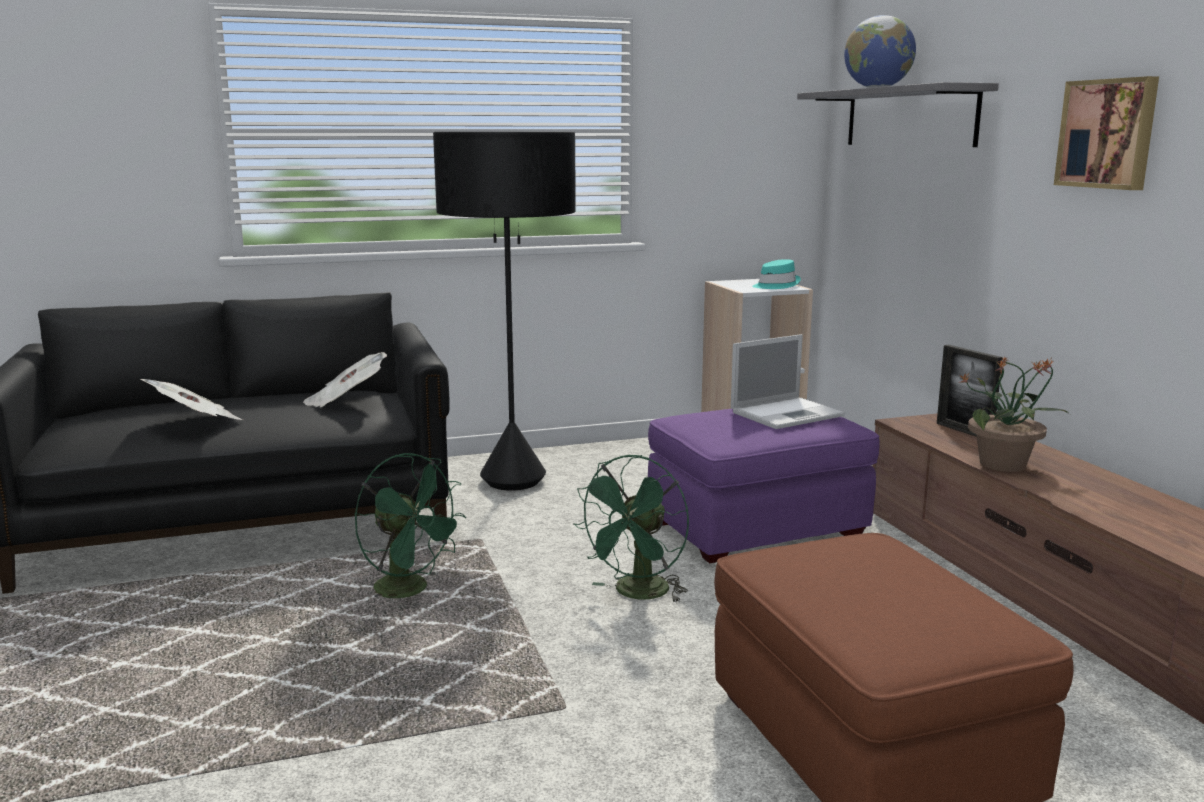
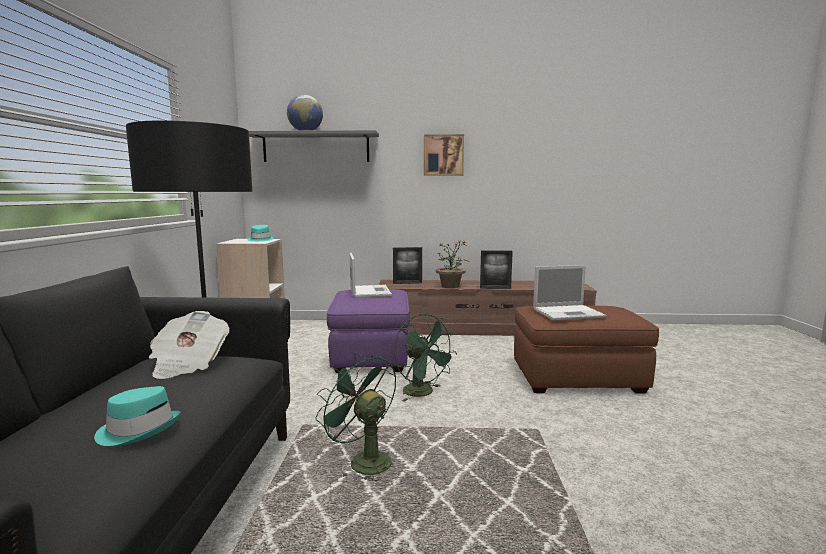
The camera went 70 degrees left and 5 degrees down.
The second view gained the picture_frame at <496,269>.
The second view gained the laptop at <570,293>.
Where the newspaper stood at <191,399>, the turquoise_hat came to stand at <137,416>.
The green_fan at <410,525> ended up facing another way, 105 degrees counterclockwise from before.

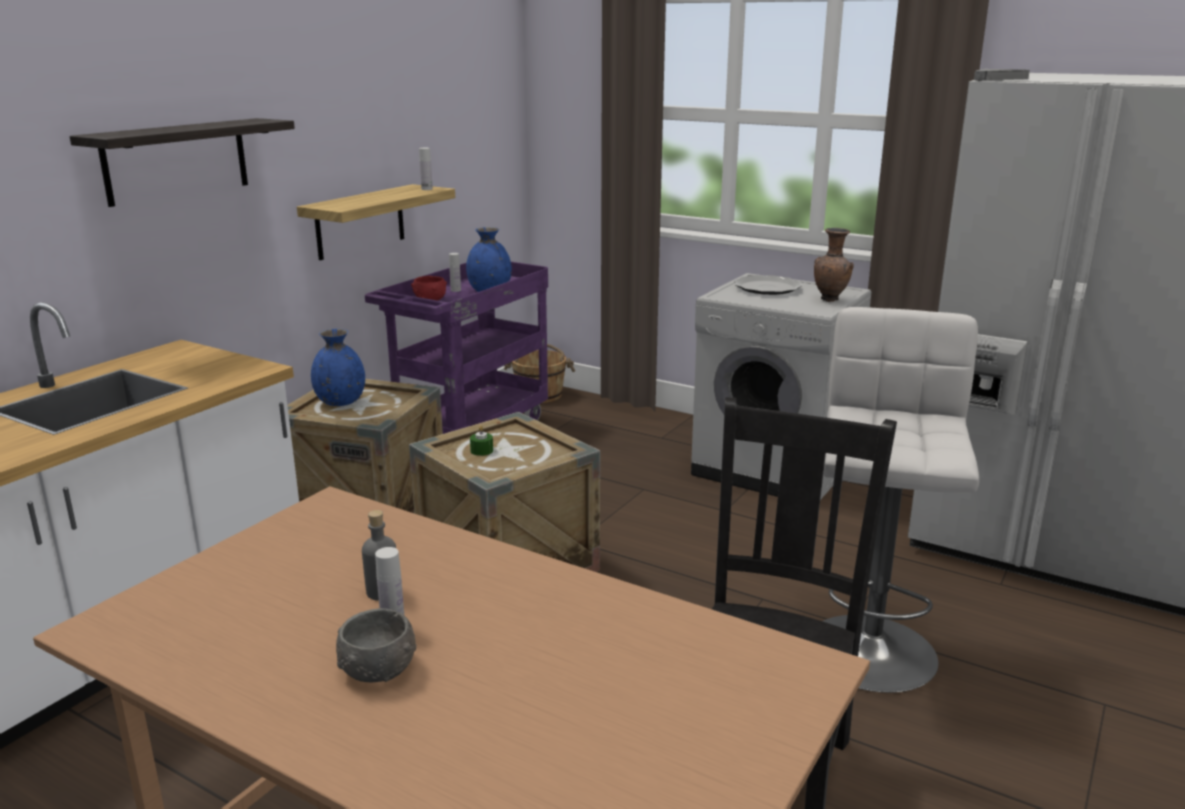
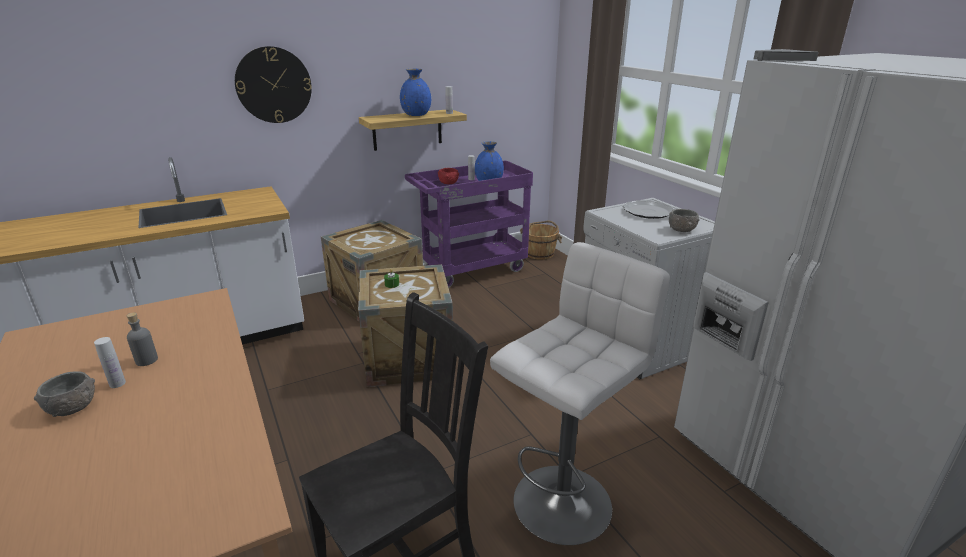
The camera went 30 degrees right and 5 degrees up.
The blue_vase ended up elsewhere, having gone from <338,367> to <415,92>.
Where the shelf hung at <182,162>, the wall_clock came to hang at <273,84>.
Where the brown_vase stood at <834,265>, the grey_bowl came to stand at <684,220>.

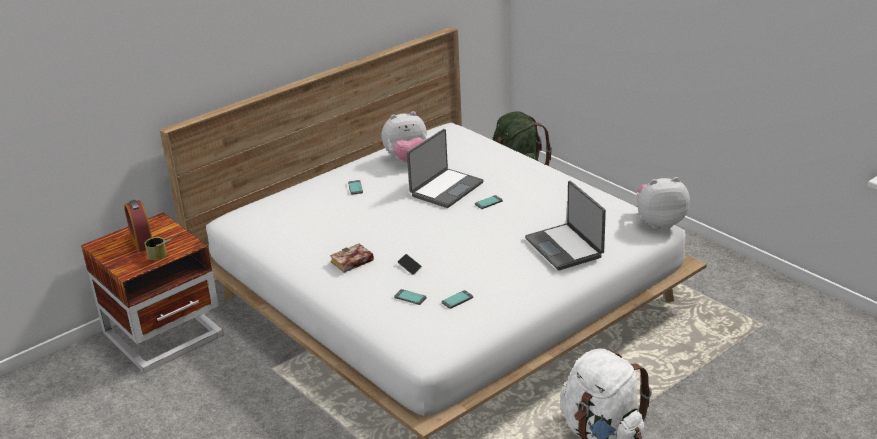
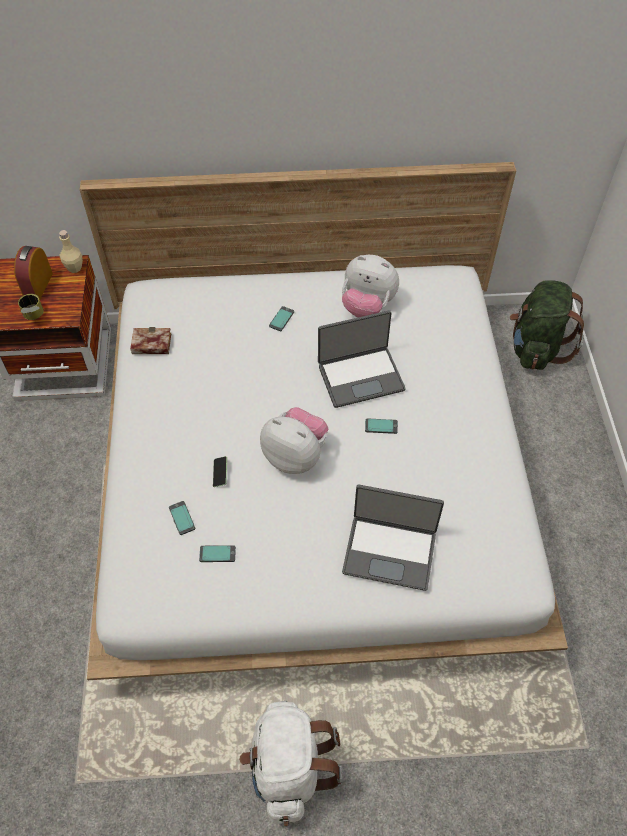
The camera went 35 degrees right and 25 degrees up.
The second view gained the beige_bottle at <71,251>.
The book ended up elsewhere, having gone from <352,258> to <150,340>.
The plush_toy ended up elsewhere, having gone from <663,203> to <294,440>.
The laptop at <565,225> ended up facing another way, 90 degrees counterclockwise from before.

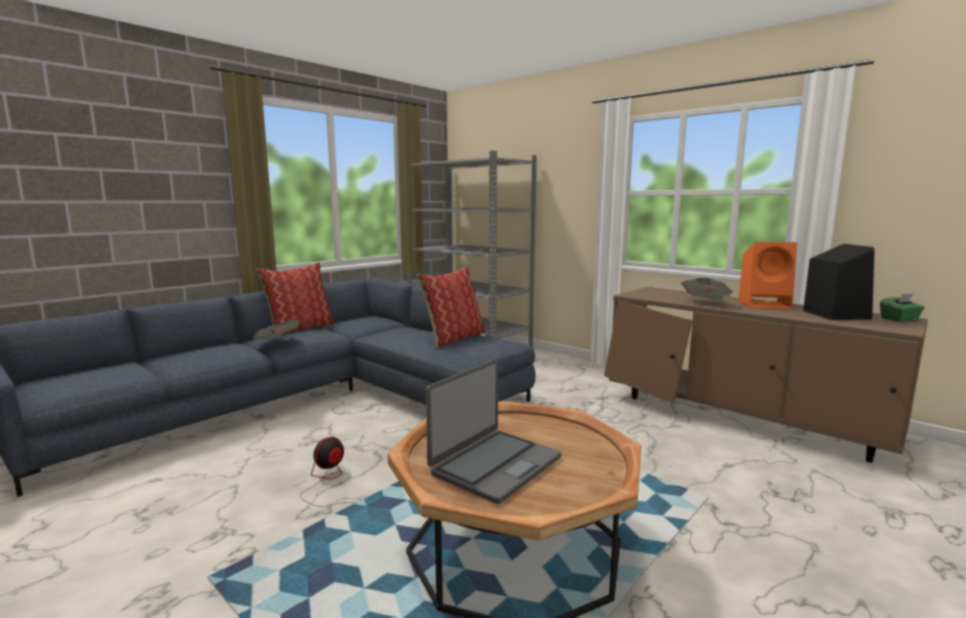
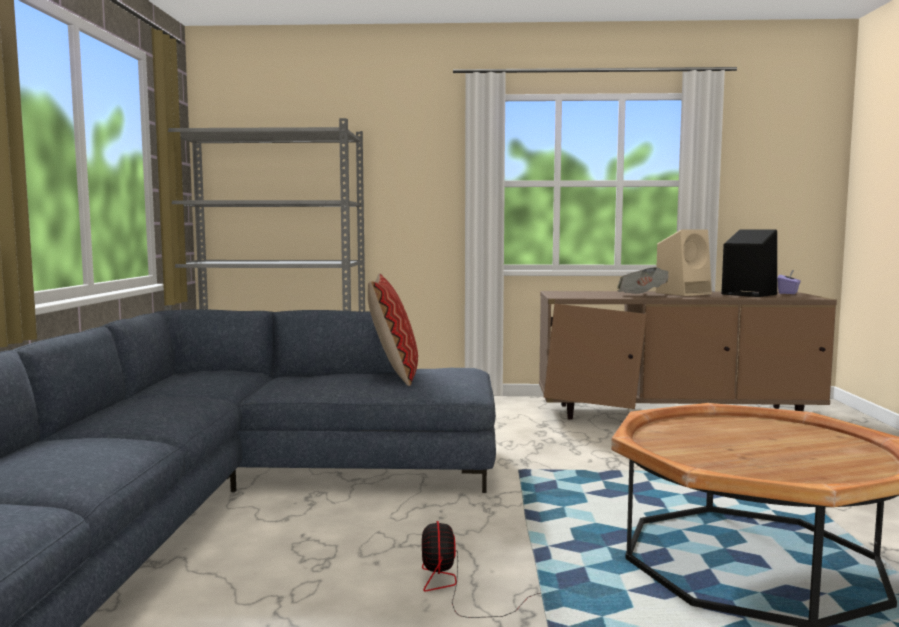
The camera went 40 degrees left and 5 degrees down.
The second view lost the newspaper at <276,330>.
The second view lost the pillow at <295,298>.
The second view lost the laptop at <493,431>.
What was the orange_speaker at <767,275> turned into the beige_speaker at <684,262>.
What was the green_tissue_box at <902,307> turned into the purple_tissue_box at <789,281>.

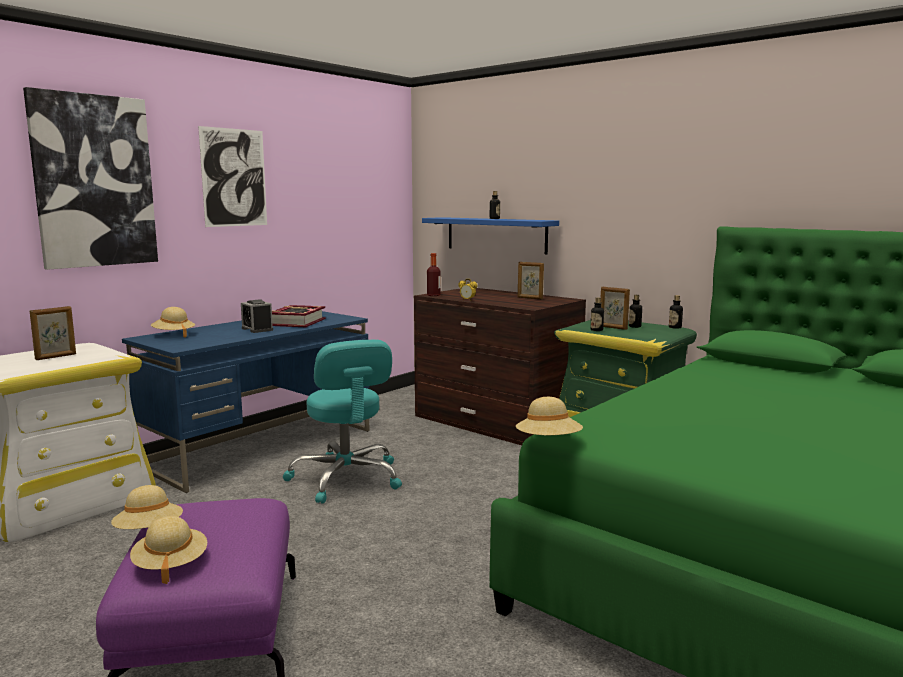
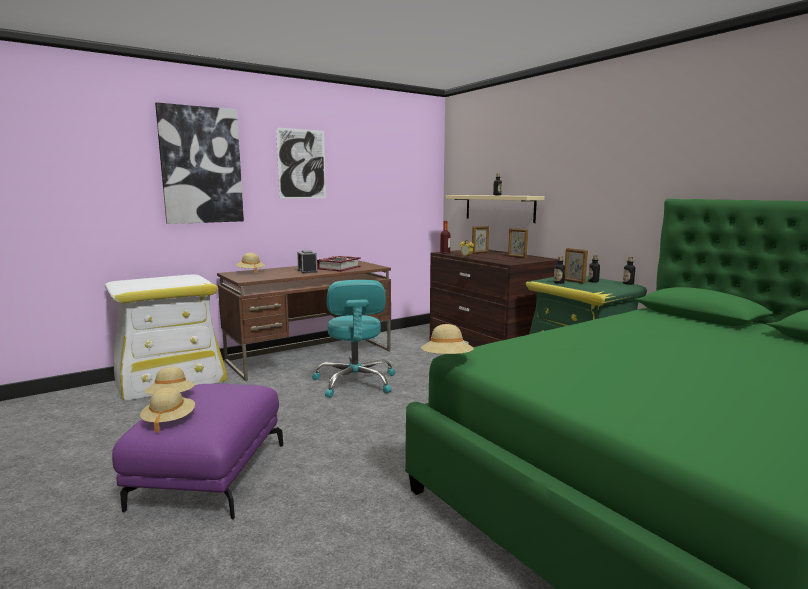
The camera went 15 degrees right and 0 degrees up.
The picture_frame ended up elsewhere, having gone from <53,333> to <480,240>.
What was the blue_desk at <246,402> turned into the brown_desk at <304,321>.
What was the blue_shelf at <490,235> turned into the beige_shelf at <495,209>.

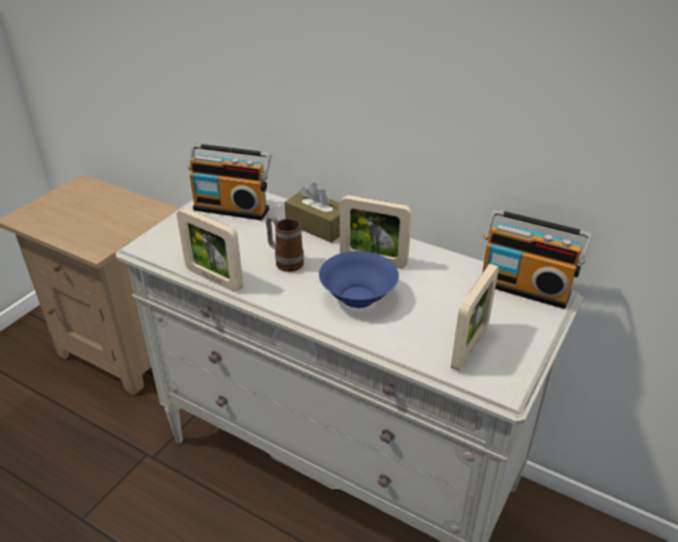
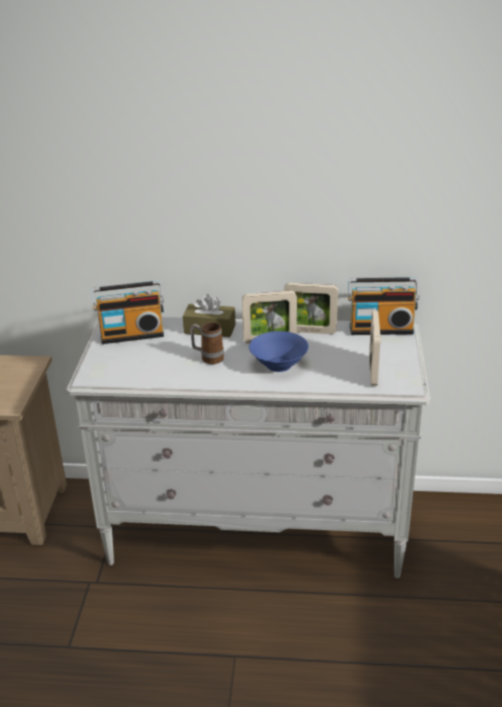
The camera went 25 degrees left and 5 degrees down.
The picture_frame ended up elsewhere, having gone from <210,250> to <311,308>.

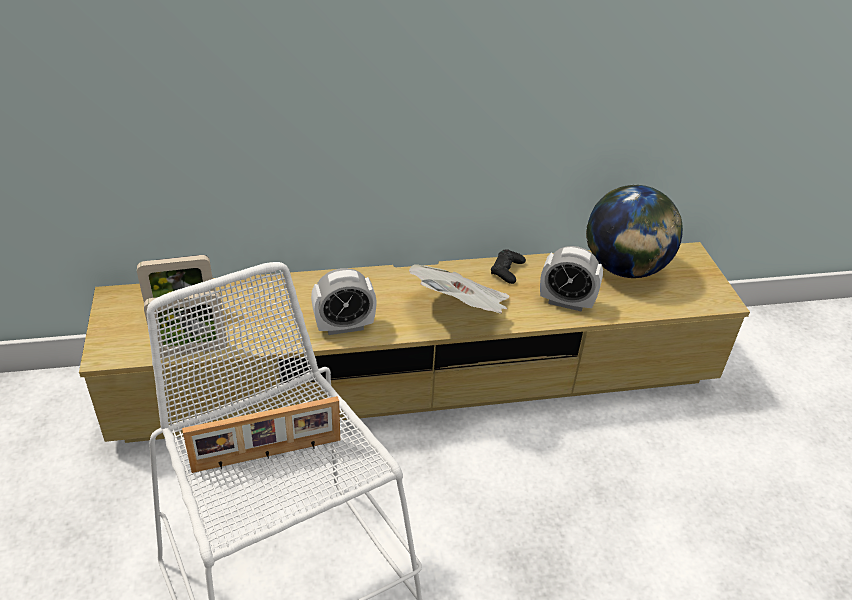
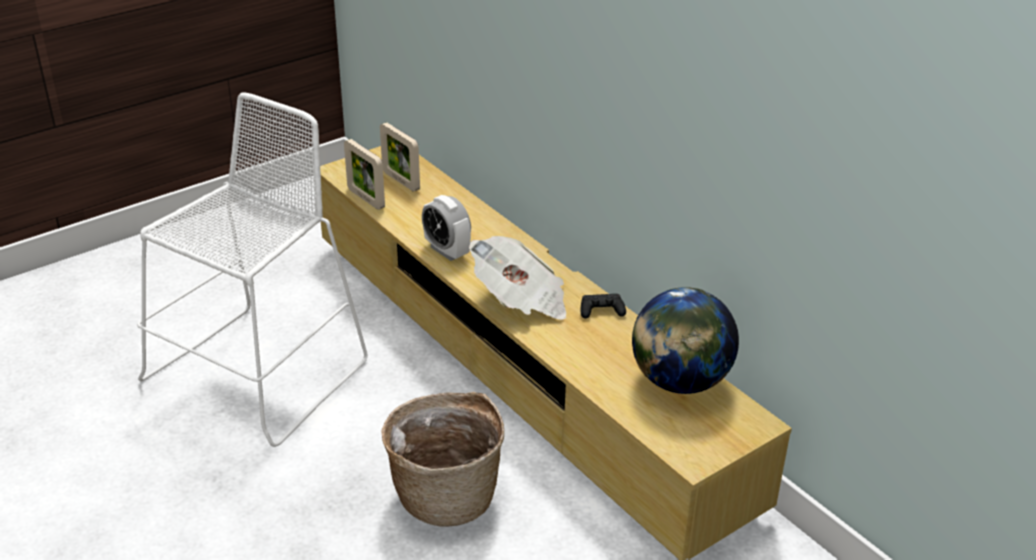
The camera went 65 degrees right and 5 degrees down.
The second view lost the picture_frame at <261,434>.
The second view lost the alarm_clock at <571,279>.
The second view gained the basket at <442,459>.

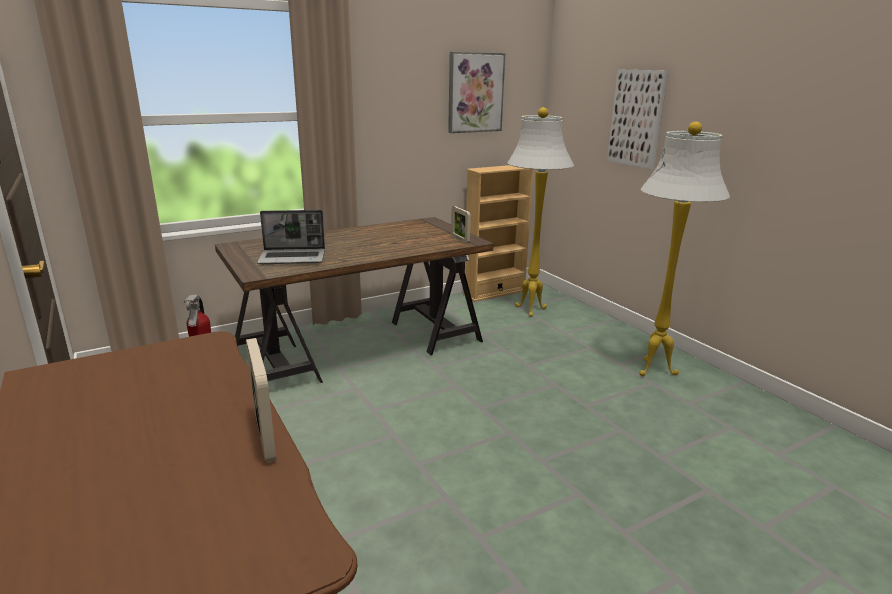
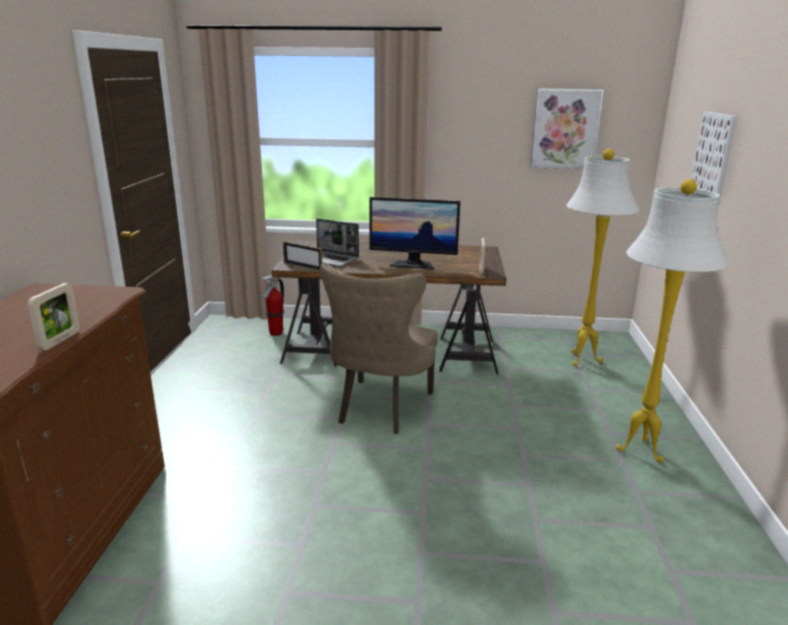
The camera went 35 degrees right and 0 degrees up.
The second view lost the beige_bookcase at <498,233>.
The second view gained the picture_frame at <302,256>.
The second view gained the beige_chair at <378,348>.
The second view gained the monitor at <414,233>.

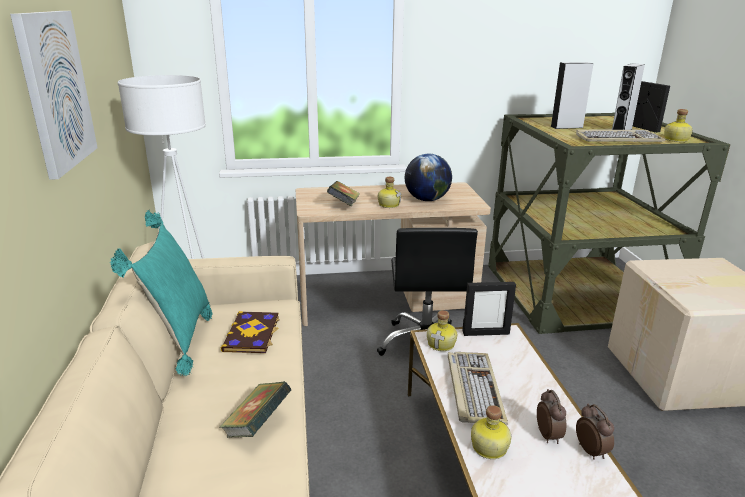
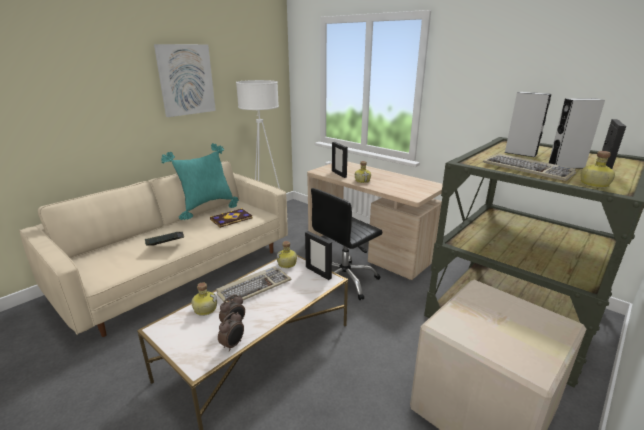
The camera went 50 degrees right and 0 degrees up.
The second view lost the globe at <428,177>.
Where the book stood at <343,193>, the picture_frame came to stand at <340,160>.

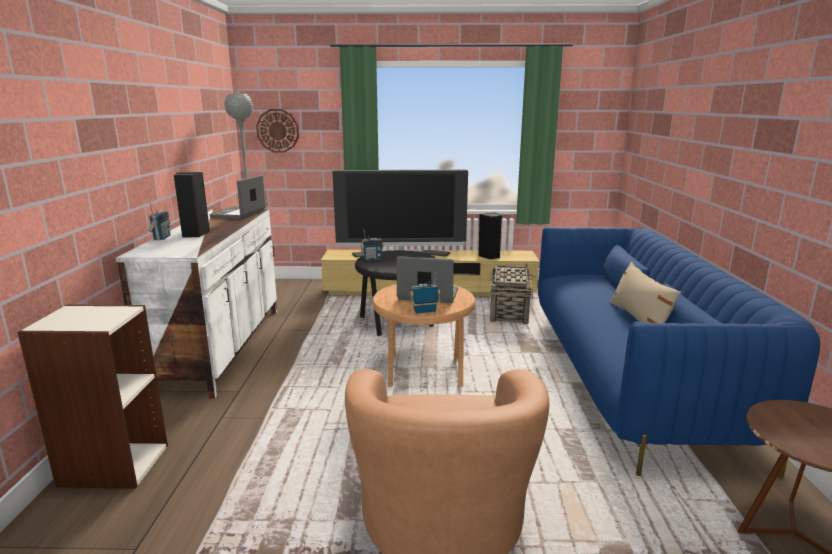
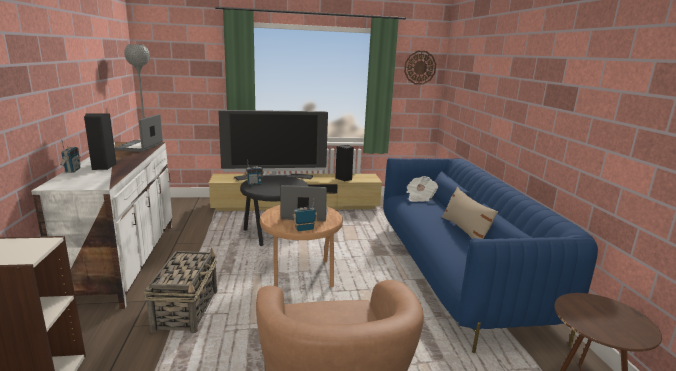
The camera went 10 degrees left and 0 degrees up.
The second view gained the newspaper at <422,189>.
The wall_clock ended up elsewhere, having gone from <277,131> to <420,68>.
The basket ended up elsewhere, having gone from <512,293> to <180,290>.

